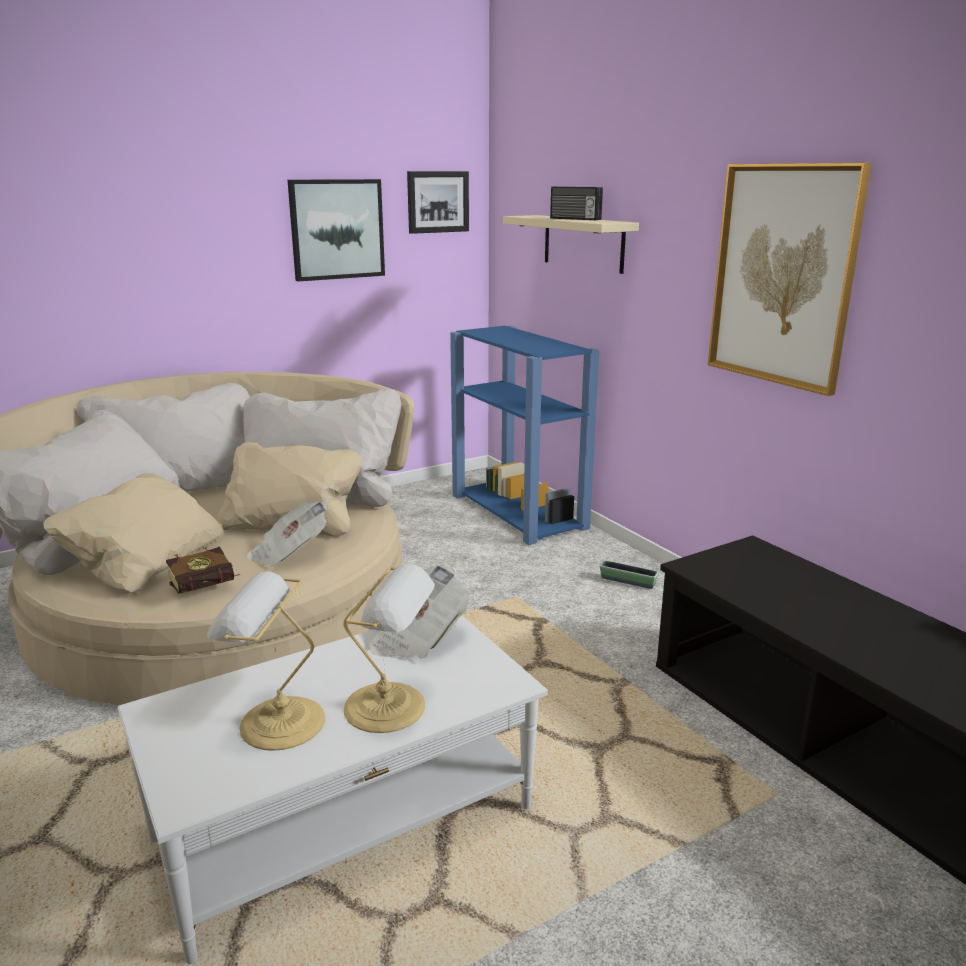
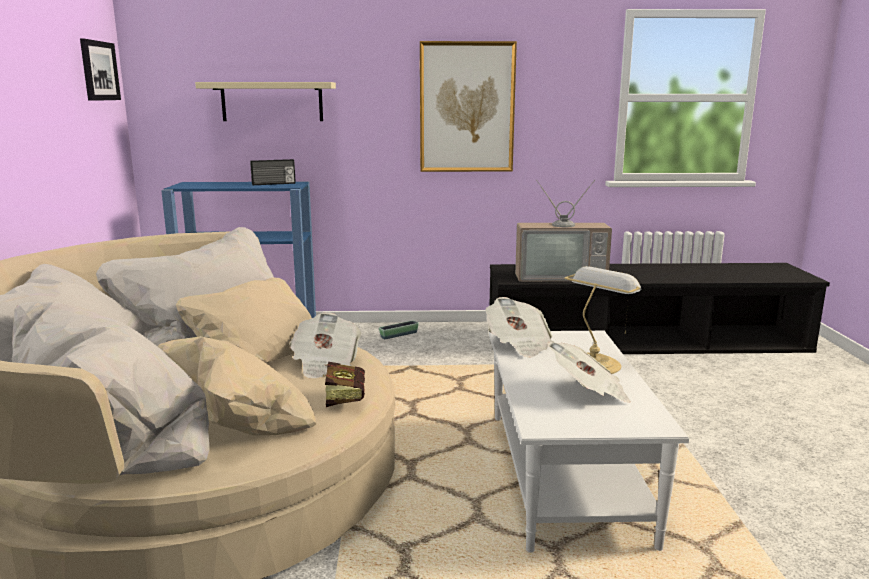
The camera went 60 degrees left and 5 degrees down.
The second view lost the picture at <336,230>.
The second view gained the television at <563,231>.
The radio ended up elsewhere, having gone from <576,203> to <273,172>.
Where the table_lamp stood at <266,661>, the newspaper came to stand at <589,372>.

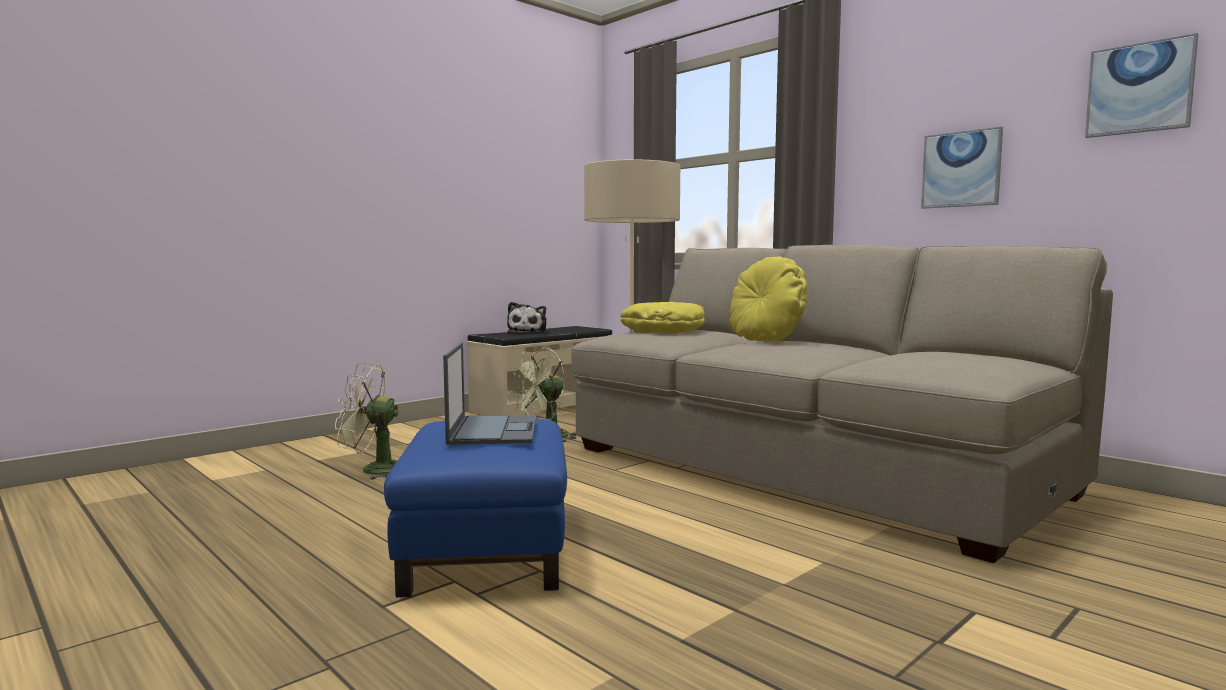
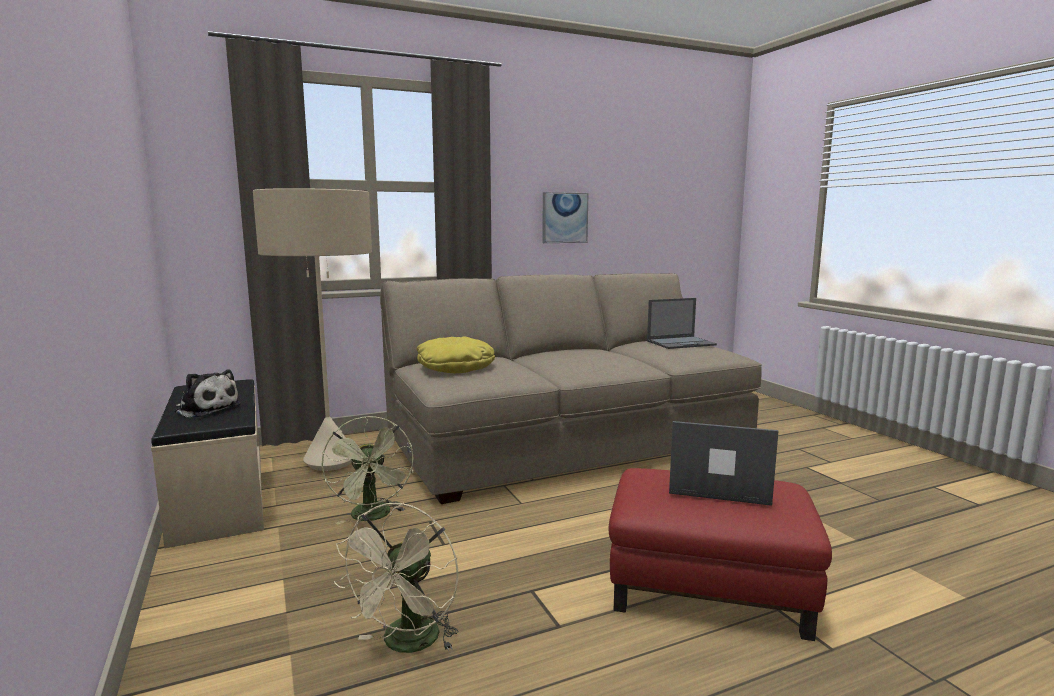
The camera went 70 degrees left and 5 degrees up.
The second view lost the yellow_pillow at <768,299>.
The second view lost the picture at <1141,85>.
The second view gained the laptop at <682,323>.
What was the blue_ottoman at <475,508> turned into the red_ottoman at <720,554>.

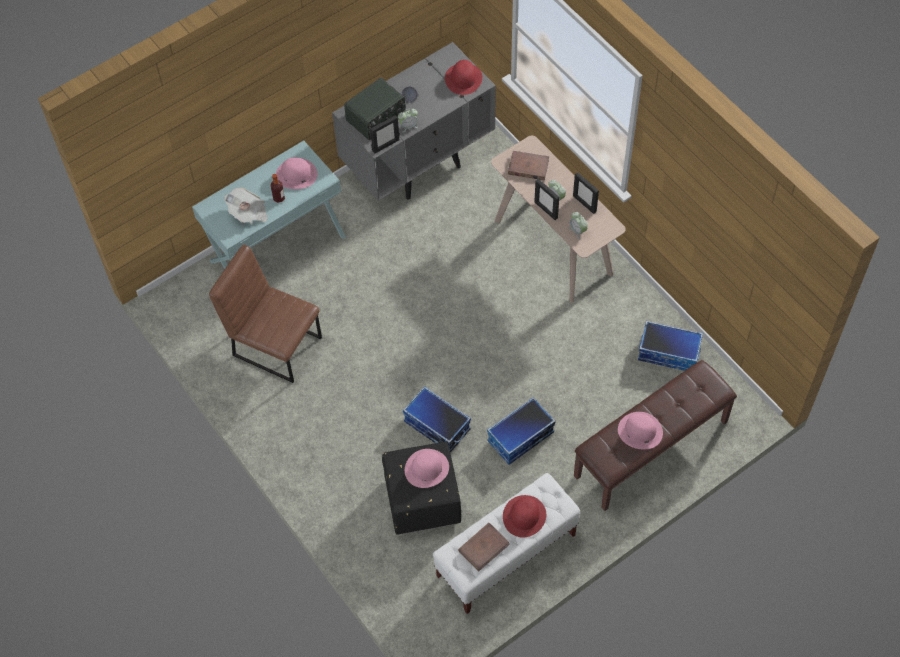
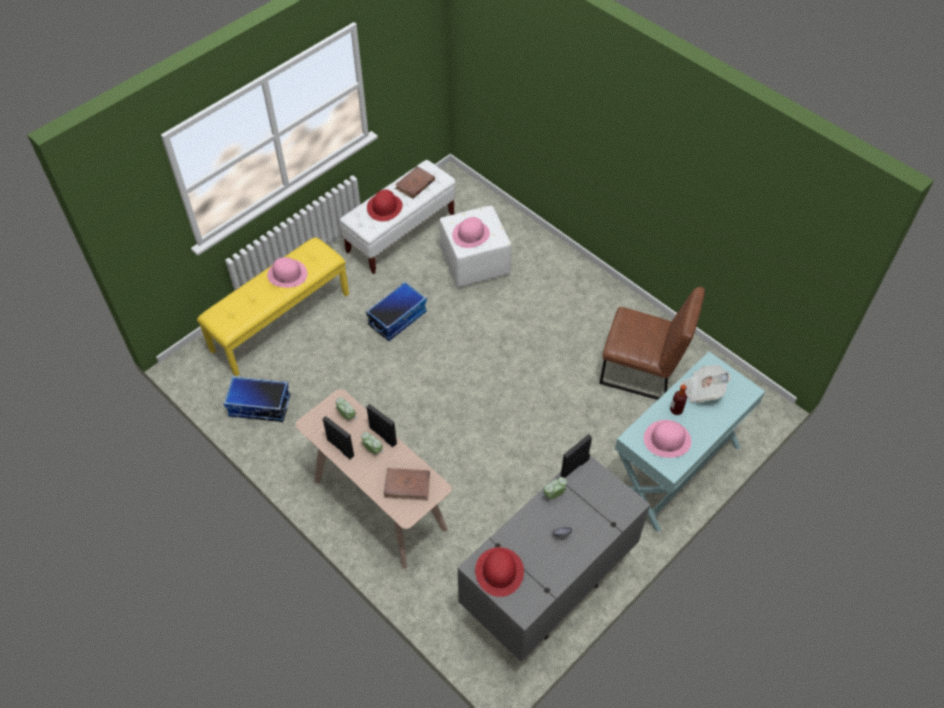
The camera went 170 degrees right and 5 degrees down.
The second view lost the radio at <375,108>.
The second view lost the storage_box at <437,419>.
What was the black_ottoman at <421,488> turned into the white_ottoman at <475,246>.
What was the brown_bench at <655,435> turned into the yellow_bench at <273,306>.

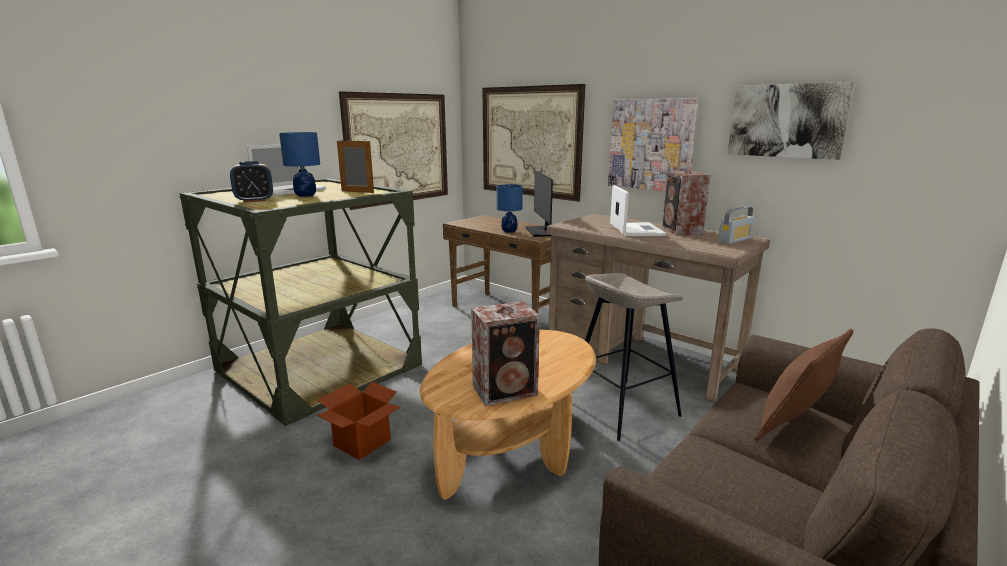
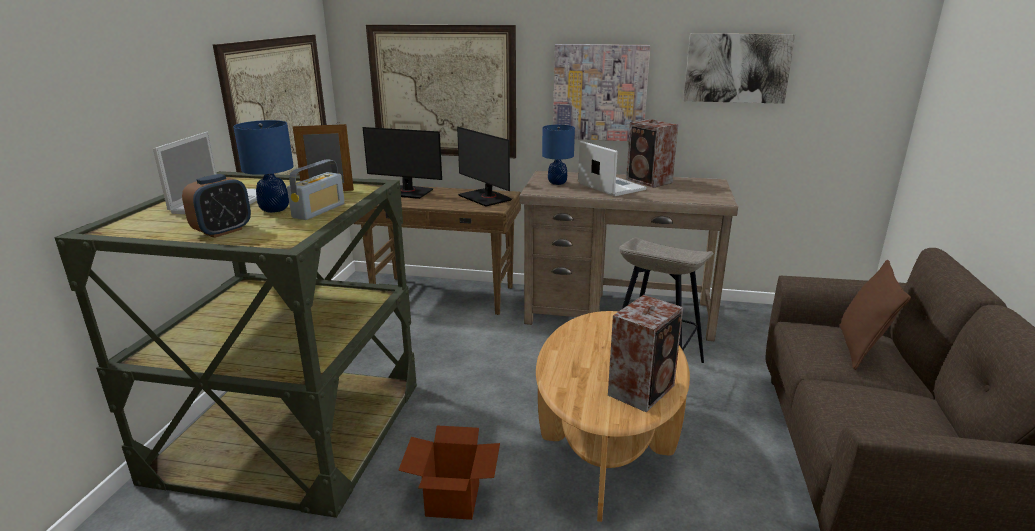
The camera went 30 degrees left and 5 degrees up.
The second view gained the monitor at <402,163>.
The blue_table_lamp ended up elsewhere, having gone from <510,208> to <558,155>.
The radio ended up elsewhere, having gone from <736,225> to <316,189>.

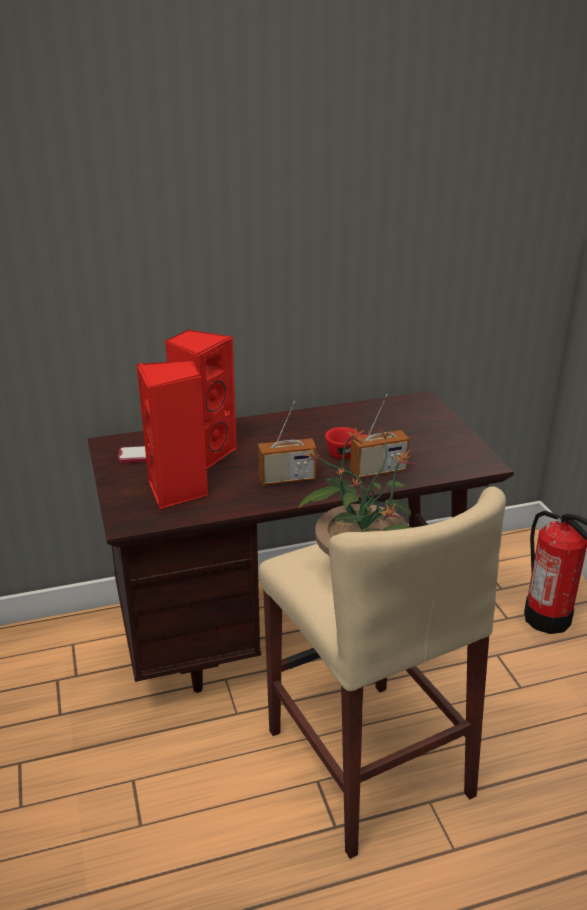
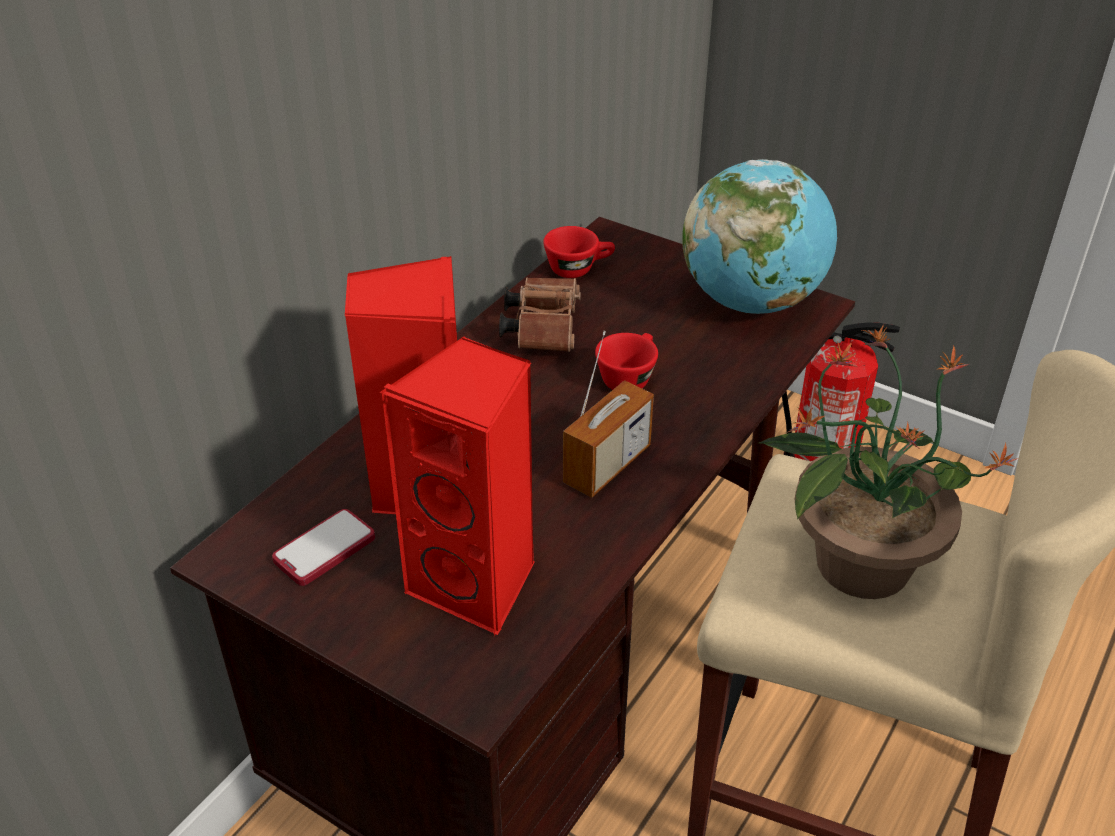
The camera went 40 degrees left and 10 degrees up.
The second view lost the radio at <379,436>.
The second view gained the brown_binoculars at <540,314>.
The second view gained the red_cup at <579,252>.
The second view gained the globe at <759,236>.

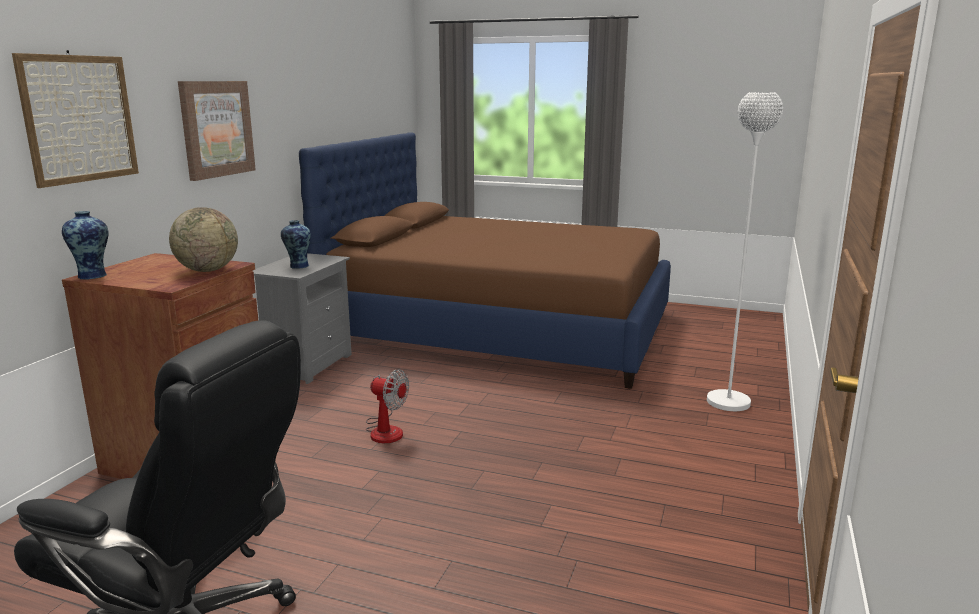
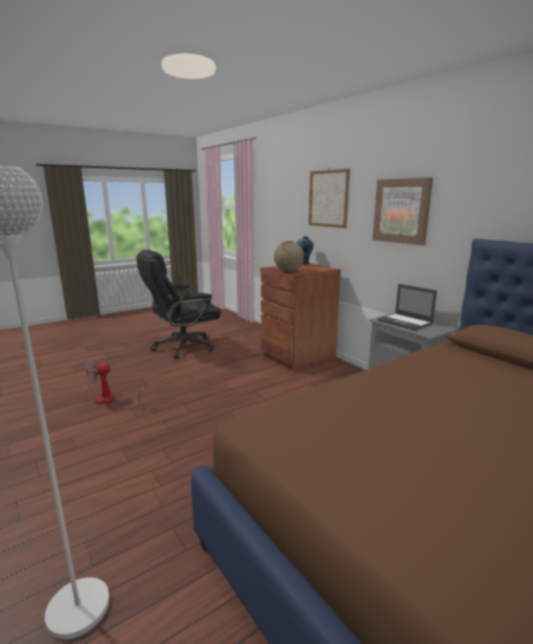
The camera went 125 degrees right and 0 degrees up.
The fan ended up elsewhere, having gone from <387,406> to <115,384>.
Where the vase stood at <296,244>, the laptop came to stand at <407,307>.

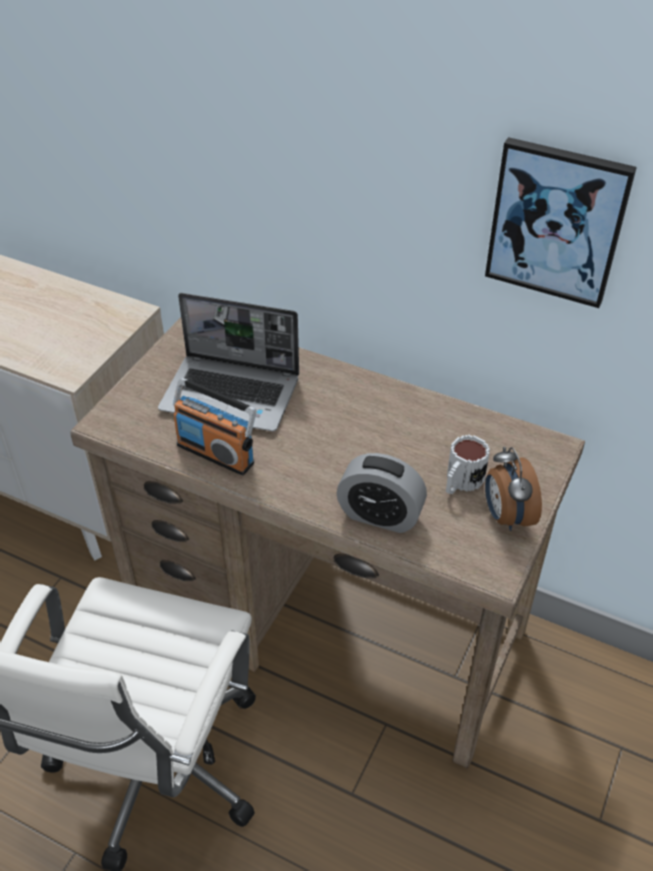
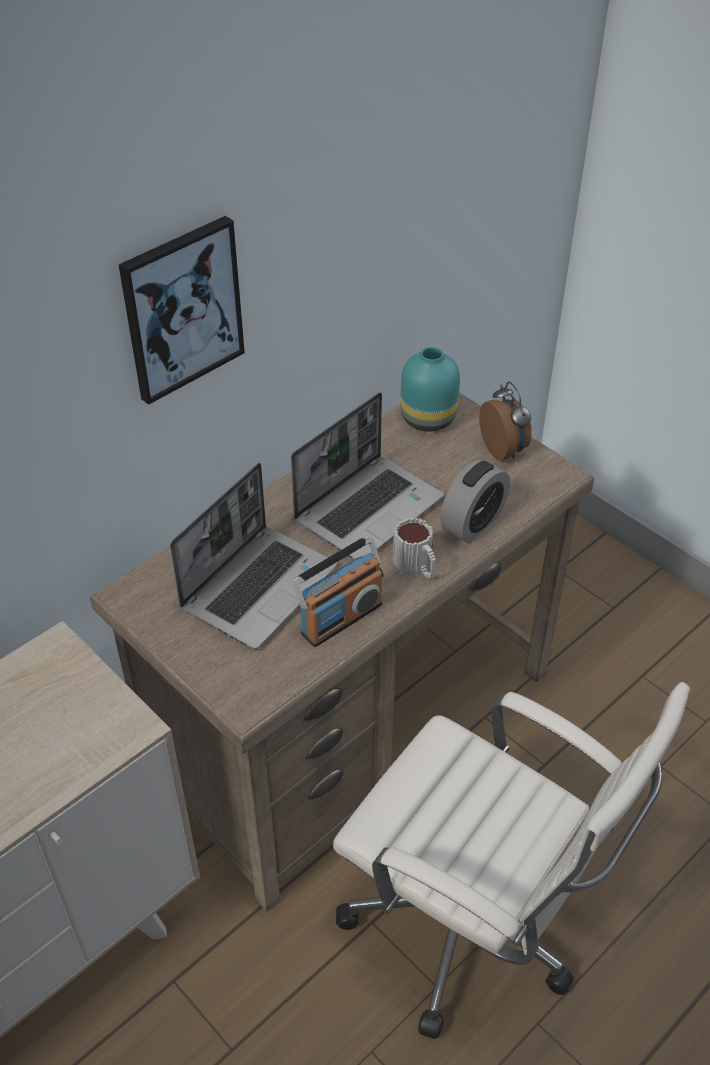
The camera went 70 degrees left and 0 degrees up.
The second view gained the laptop at <367,476>.
The second view gained the turquoise_vase at <430,389>.
The mug ended up elsewhere, having gone from <468,464> to <414,547>.
The picture ended up elsewhere, having gone from <561,222> to <182,310>.
The alarm_clock at <513,489> ended up facing another way, 120 degrees counterclockwise from before.

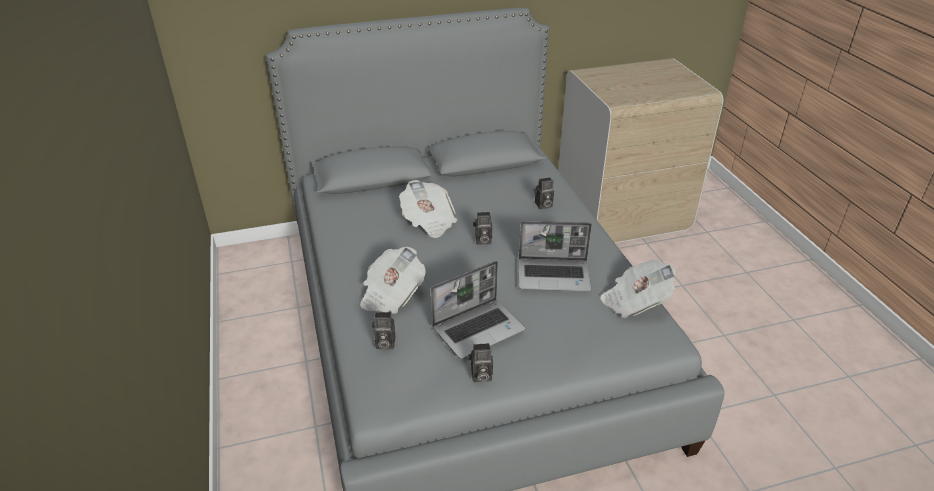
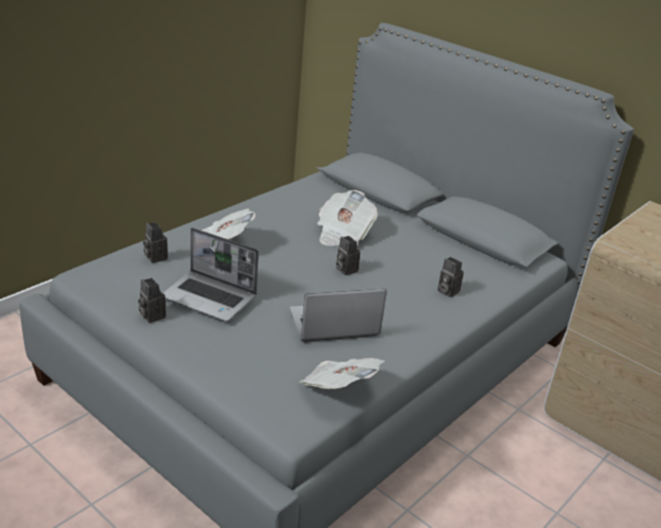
The camera went 55 degrees right and 5 degrees down.
The laptop at <555,256> ended up facing another way, 105 degrees clockwise from before.

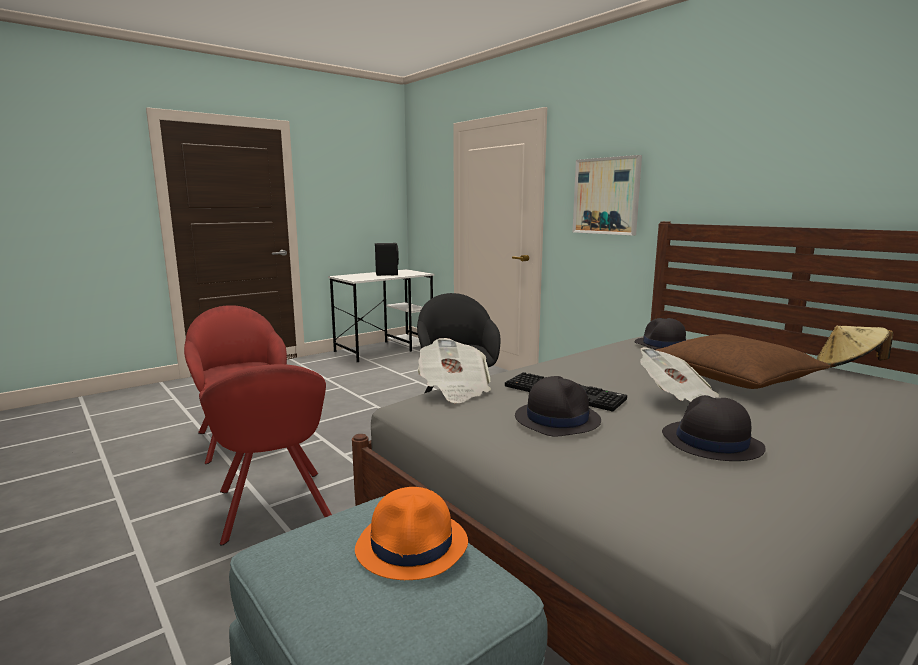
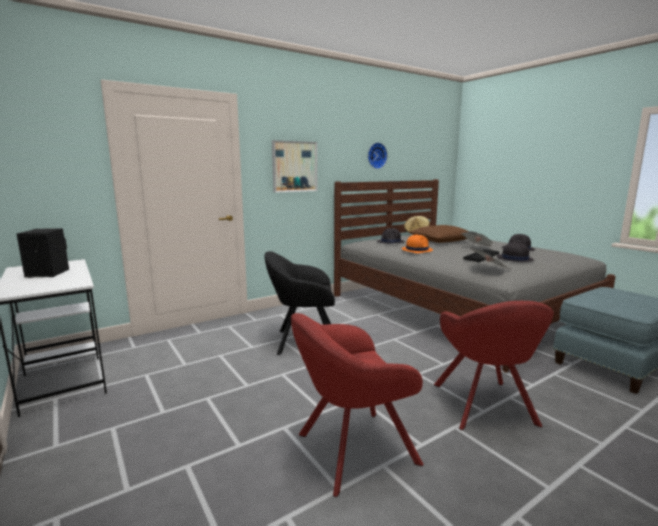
The camera went 85 degrees left and 0 degrees up.
The second view gained the wall_clock at <377,155>.
The orange_hat ended up elsewhere, having gone from <411,533> to <417,243>.
The red_armchair at <265,455> ended up facing another way, 105 degrees clockwise from before.

